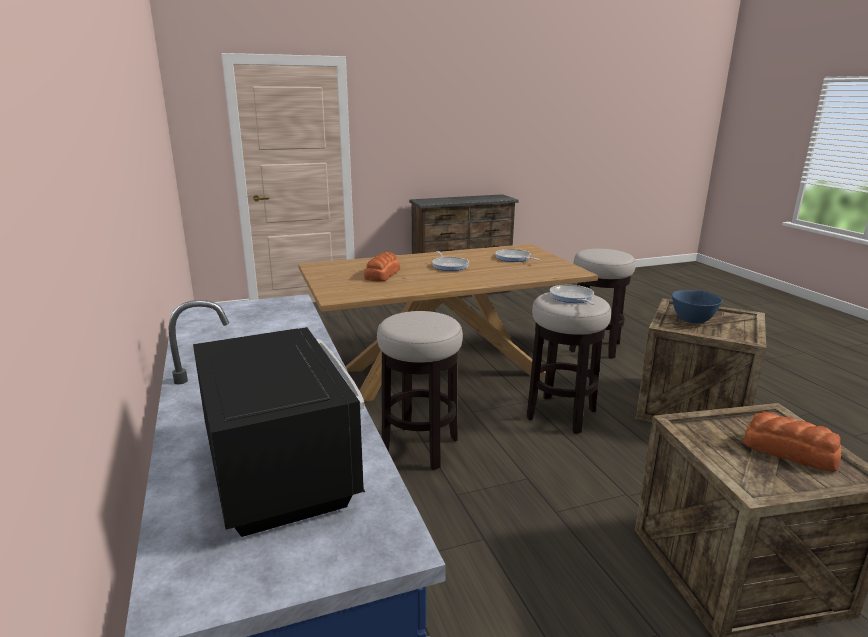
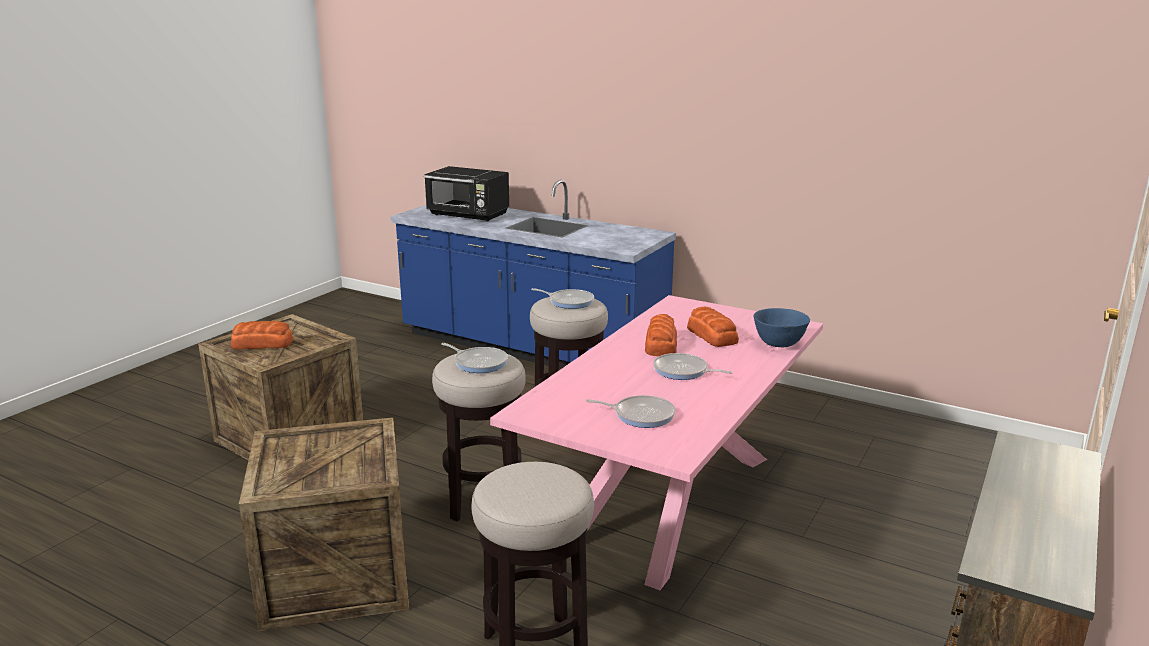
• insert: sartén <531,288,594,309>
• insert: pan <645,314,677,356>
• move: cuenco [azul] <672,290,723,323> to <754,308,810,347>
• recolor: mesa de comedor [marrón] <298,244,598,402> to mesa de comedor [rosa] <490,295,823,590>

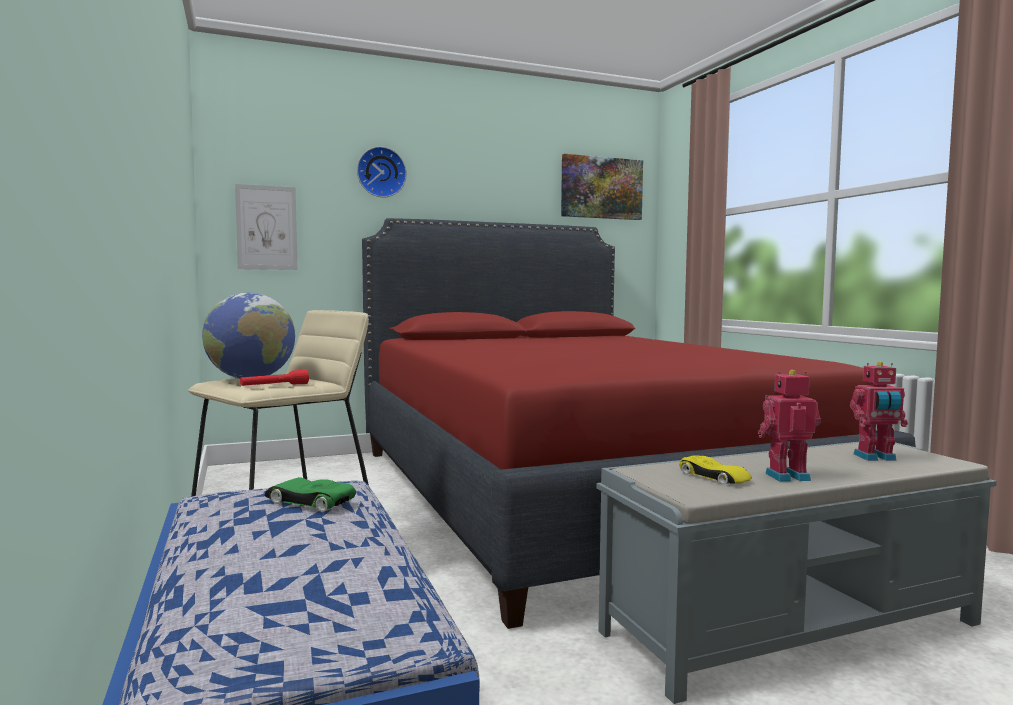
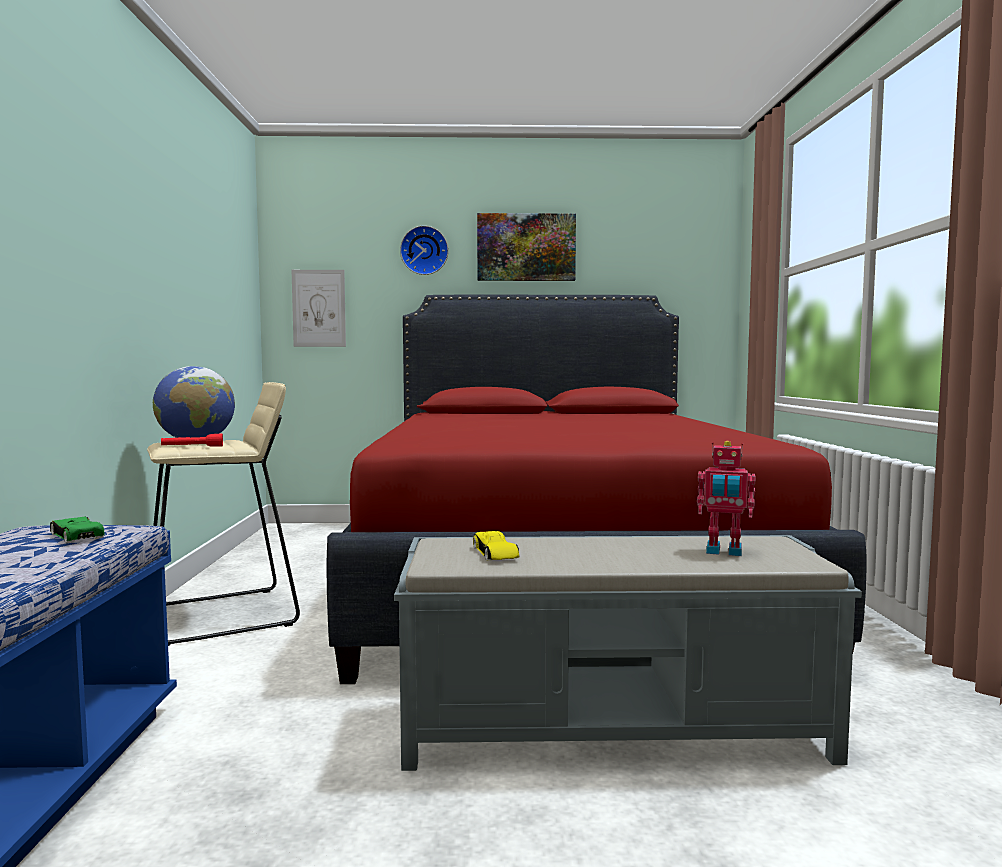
• delete: robot de juguete <758,370,821,482>
• move: cuadro <561,154,643,220> to <477,213,576,281>

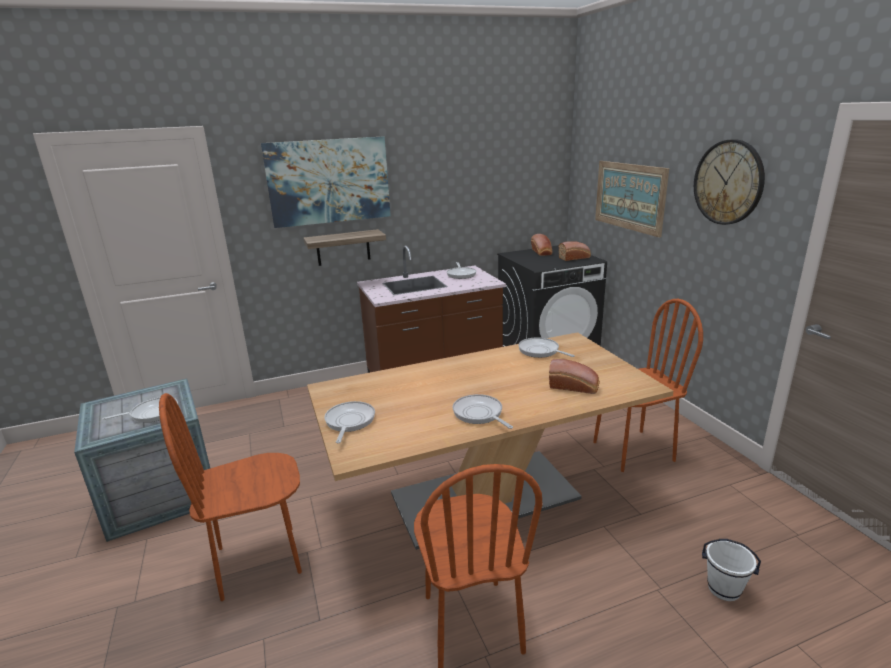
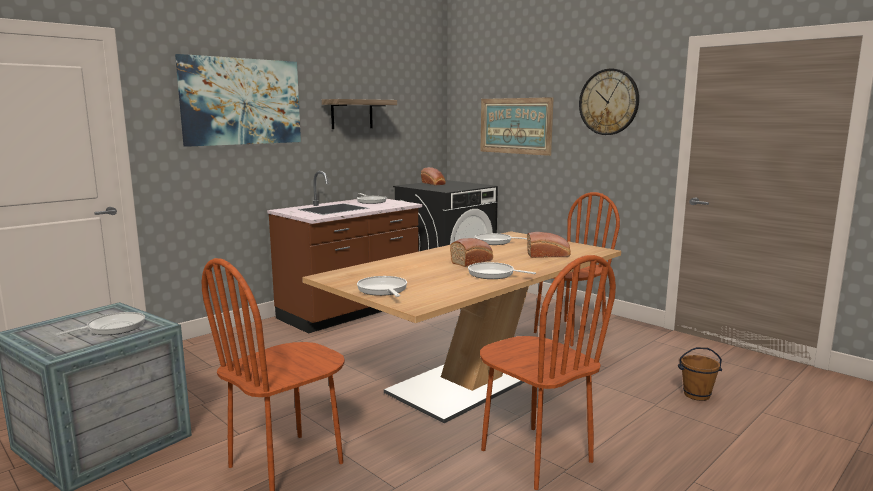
• move: estante <303,229,386,266> to <322,99,397,129>
• move: pan <559,241,591,261> to <450,238,493,267>
• recolor: cubo [blanco] <702,539,761,601> to cubo [marrón] <678,347,722,401>

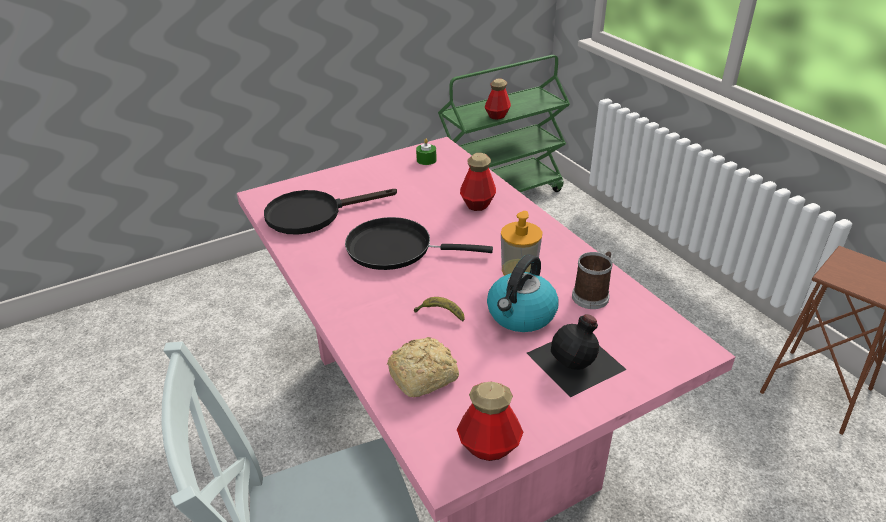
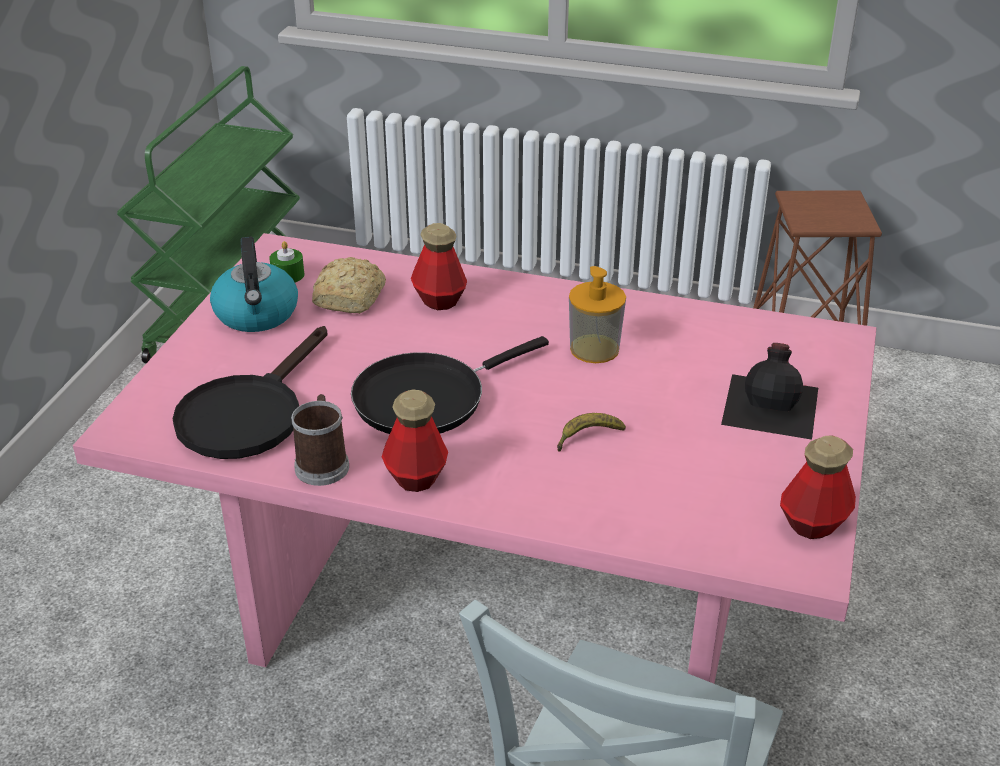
• move: pan <387,337,459,397> to <312,257,386,314>
• move: botella <485,78,511,120> to <382,389,448,492>
• move: hervidor <487,254,559,332> to <210,237,298,332>
• move: taza grande <572,251,613,309> to <291,394,349,486>

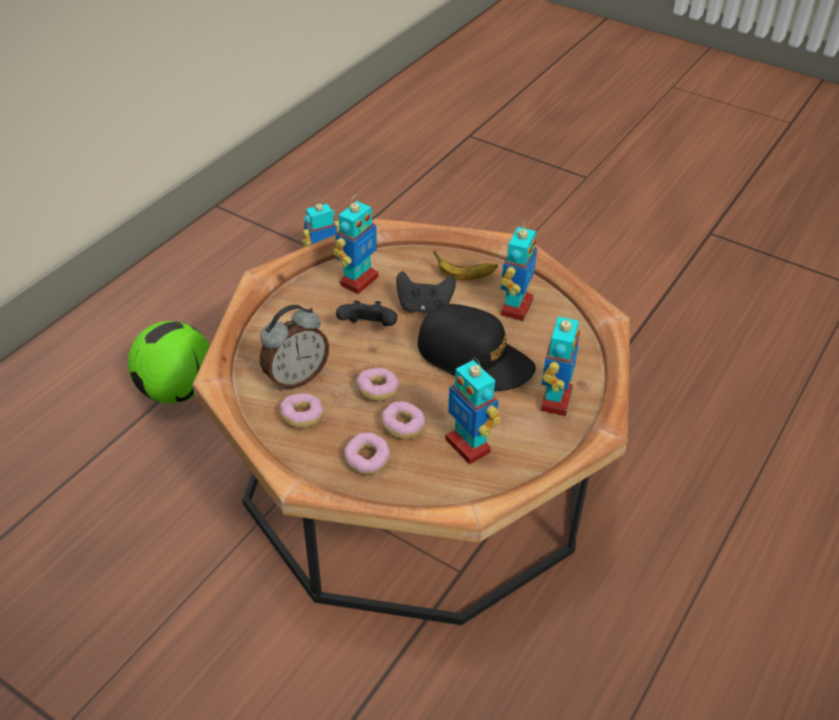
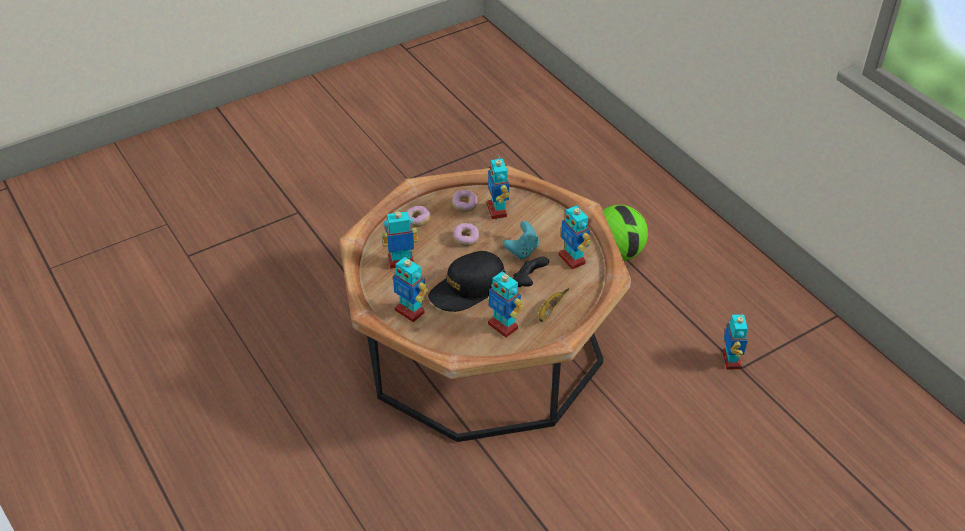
• delete: rosquilla <381,401,425,439>
• replace: despertador <260,305,329,391> to robot de juguete <487,157,510,219>
• recolor: mando de consola [negro] <336,301,397,326> to mando de consola [turquesa] <503,221,539,260>

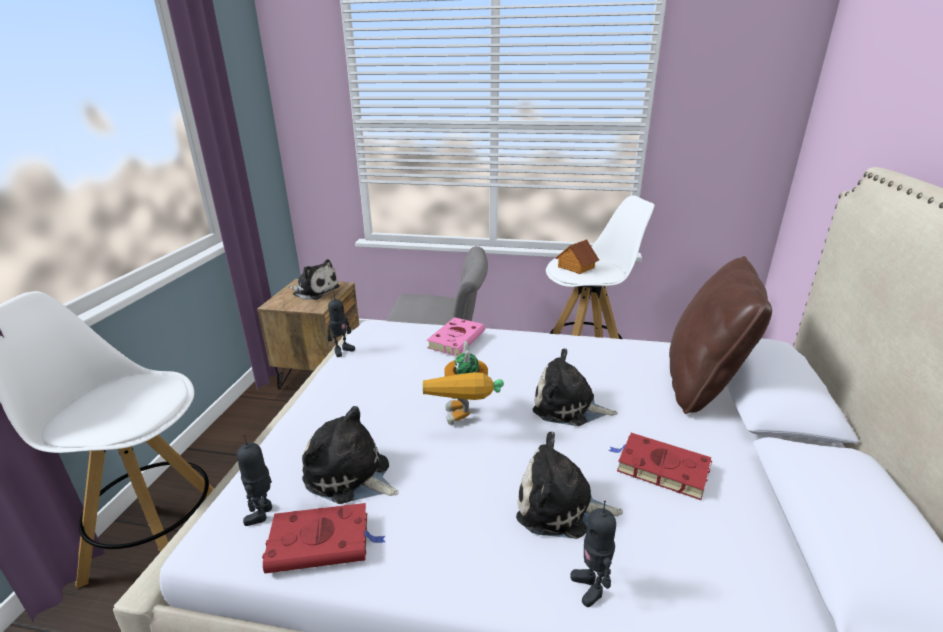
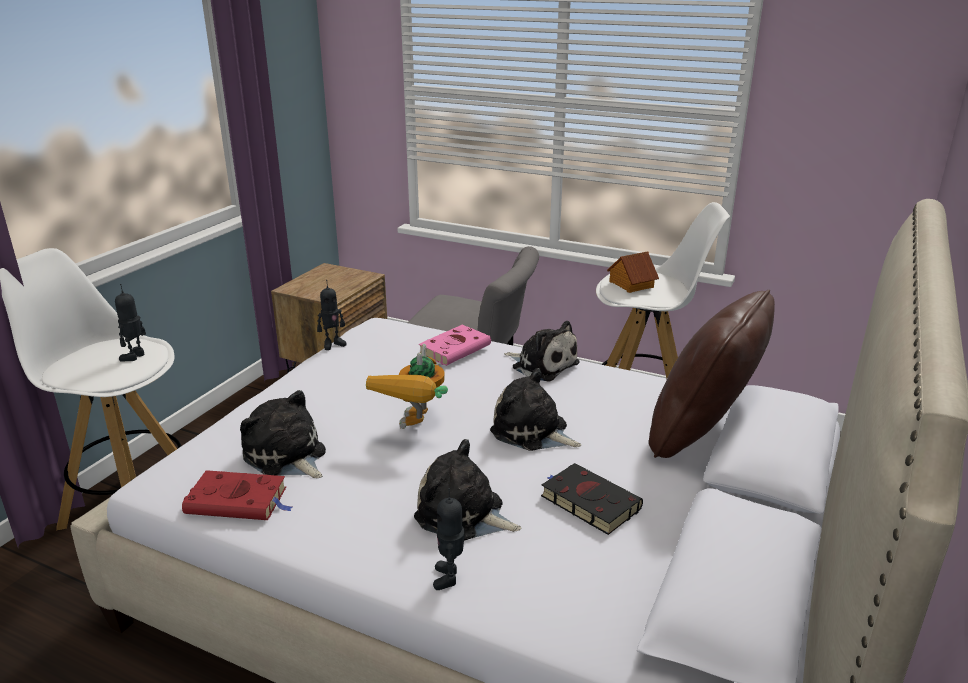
• move: robot de juguete <237,434,272,526> to <115,284,146,361>
• move: peluche <288,259,340,300> to <504,321,580,382>
• recolor: libro [rojo] <608,433,712,500> to libro [negro] <541,463,643,535>

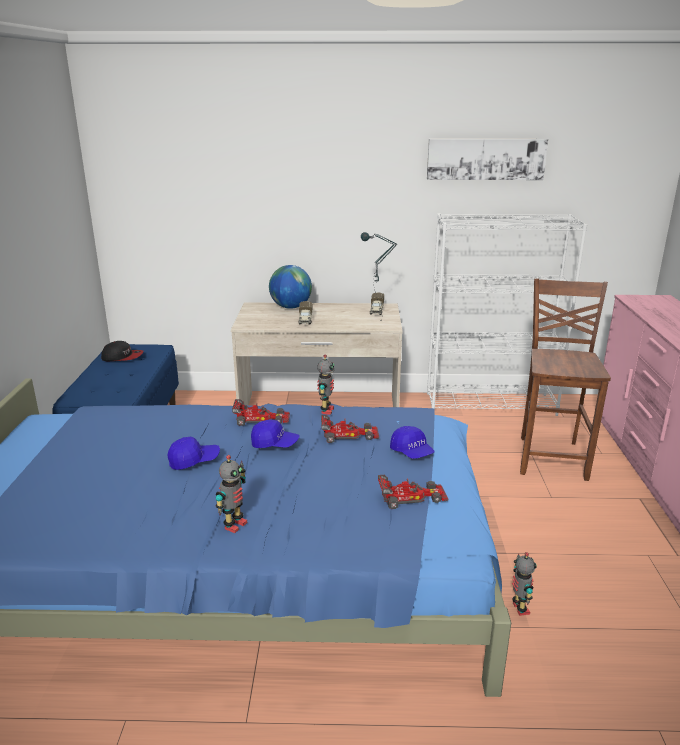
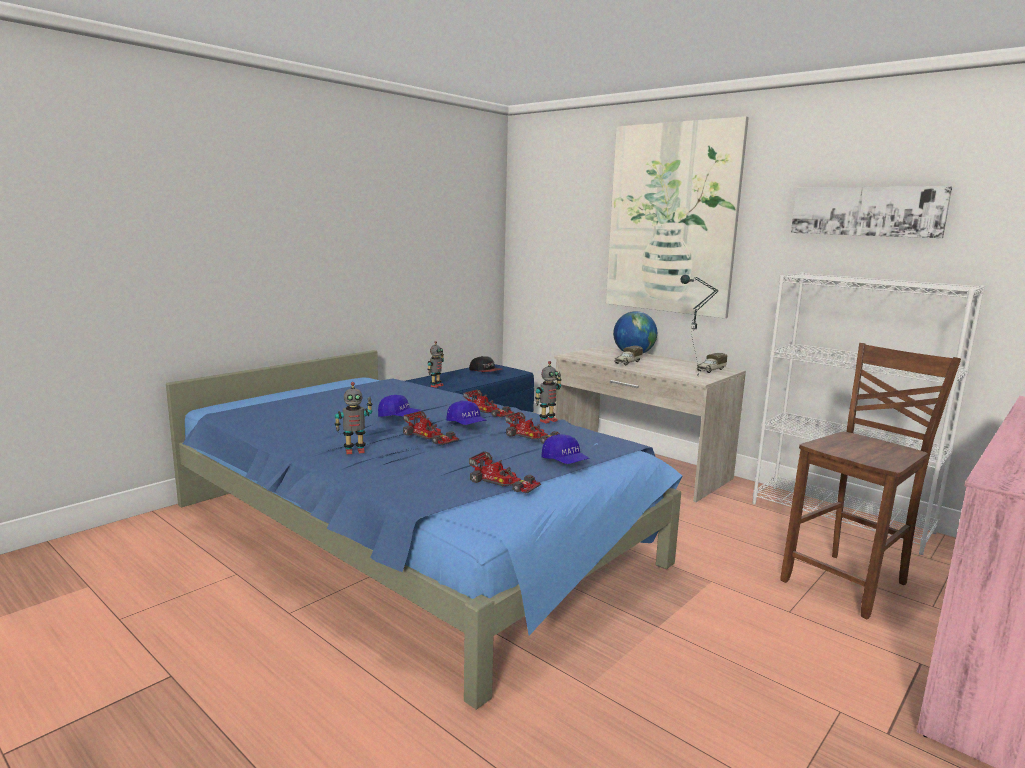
• insert: coche de juguete <403,411,459,445>
• insert: cuadro <606,116,749,318>
• move: robot de juguete <512,552,537,616> to <427,341,444,388>
• rotate: gorra [azul] <390,426,434,459> = <542,434,590,464> 45 degrees counterclockwise

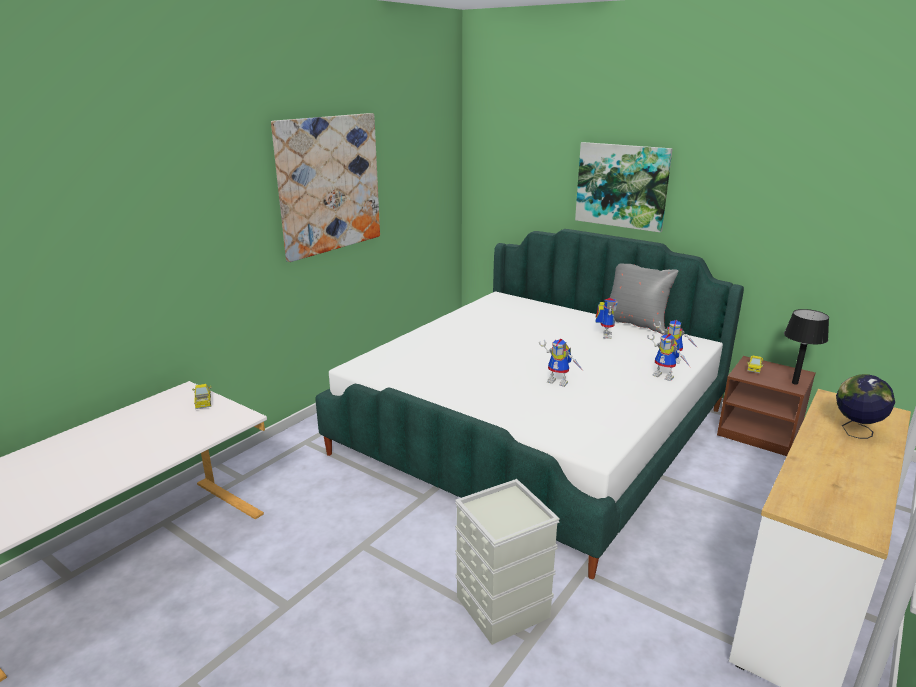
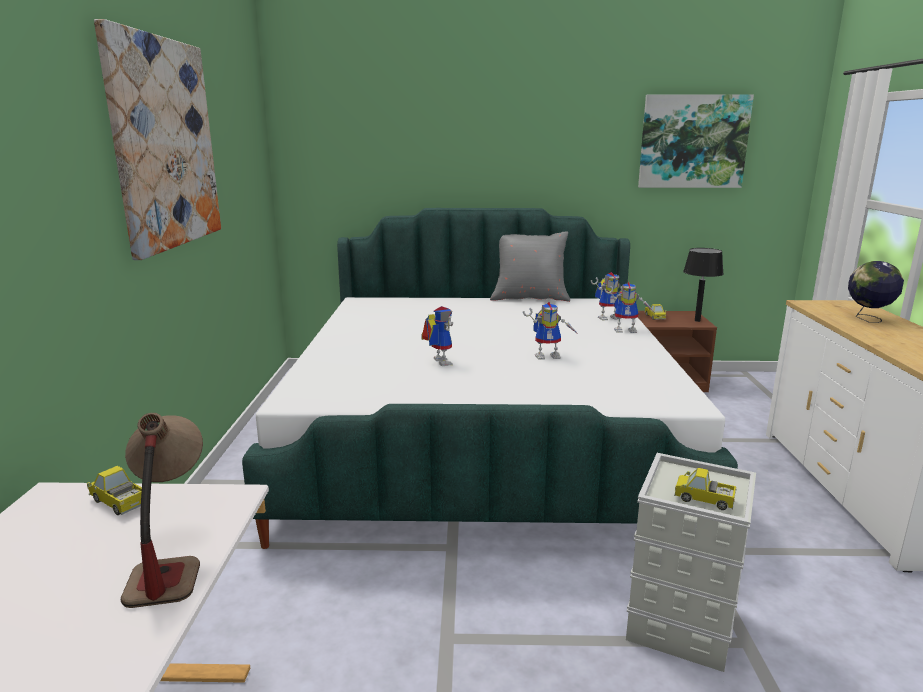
• insert: lámpara de mesa <121,413,203,608>
• insert: camión de juguete <674,468,737,510>
• move: cuadro <575,142,673,232> to <638,94,754,188>
• move: robot de juguete <595,298,618,339> to <421,306,453,366>

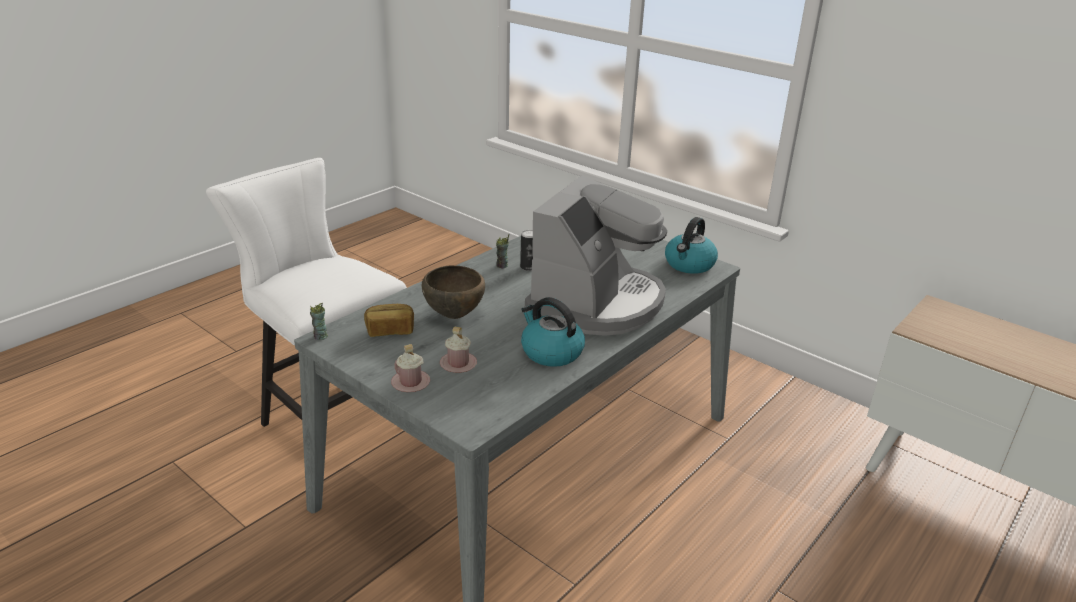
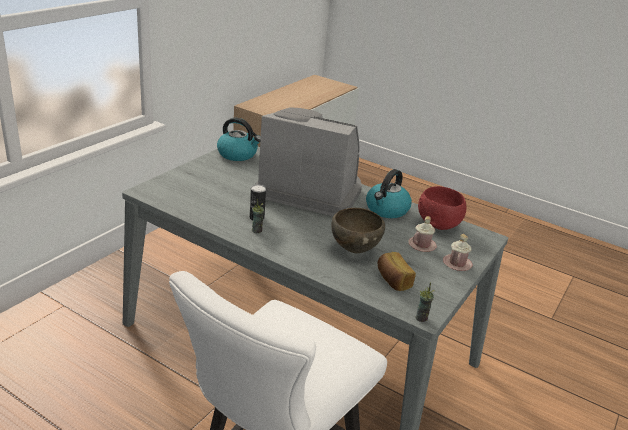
• insert: cuenco [rojo] <418,186,466,230>

